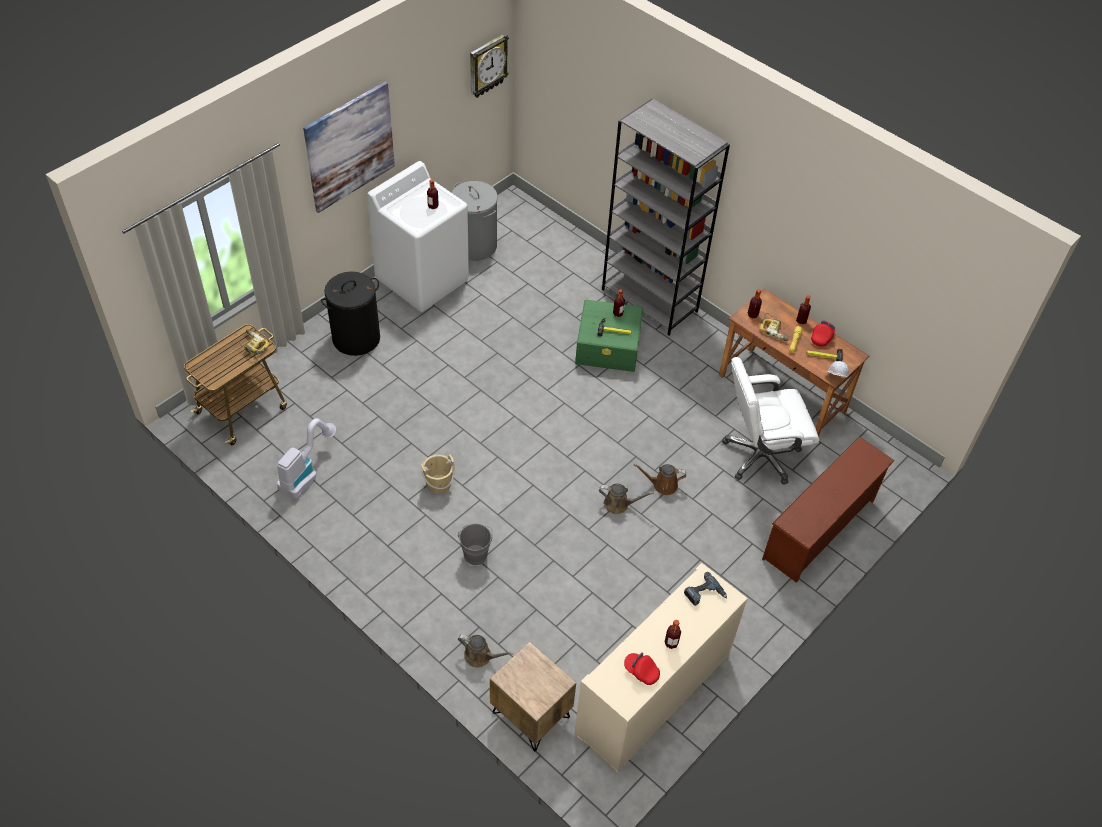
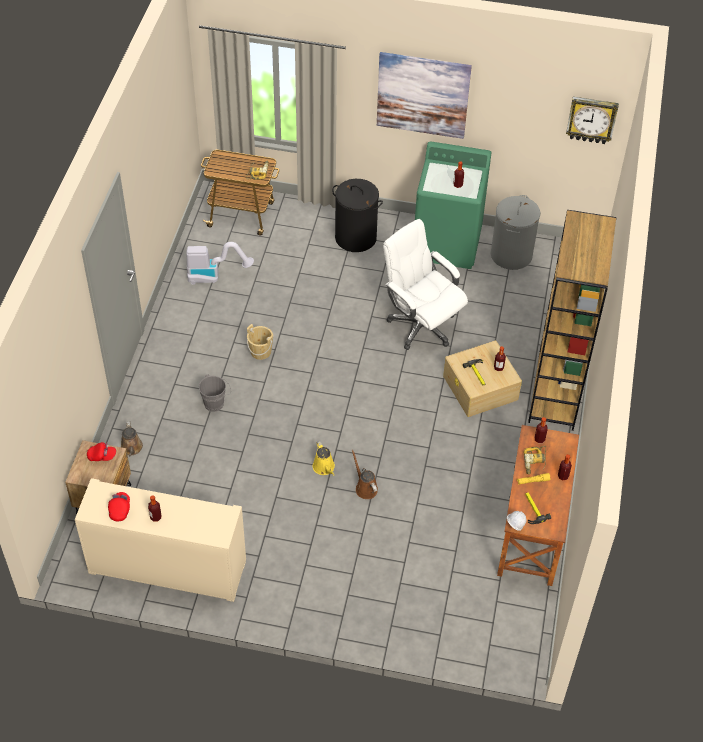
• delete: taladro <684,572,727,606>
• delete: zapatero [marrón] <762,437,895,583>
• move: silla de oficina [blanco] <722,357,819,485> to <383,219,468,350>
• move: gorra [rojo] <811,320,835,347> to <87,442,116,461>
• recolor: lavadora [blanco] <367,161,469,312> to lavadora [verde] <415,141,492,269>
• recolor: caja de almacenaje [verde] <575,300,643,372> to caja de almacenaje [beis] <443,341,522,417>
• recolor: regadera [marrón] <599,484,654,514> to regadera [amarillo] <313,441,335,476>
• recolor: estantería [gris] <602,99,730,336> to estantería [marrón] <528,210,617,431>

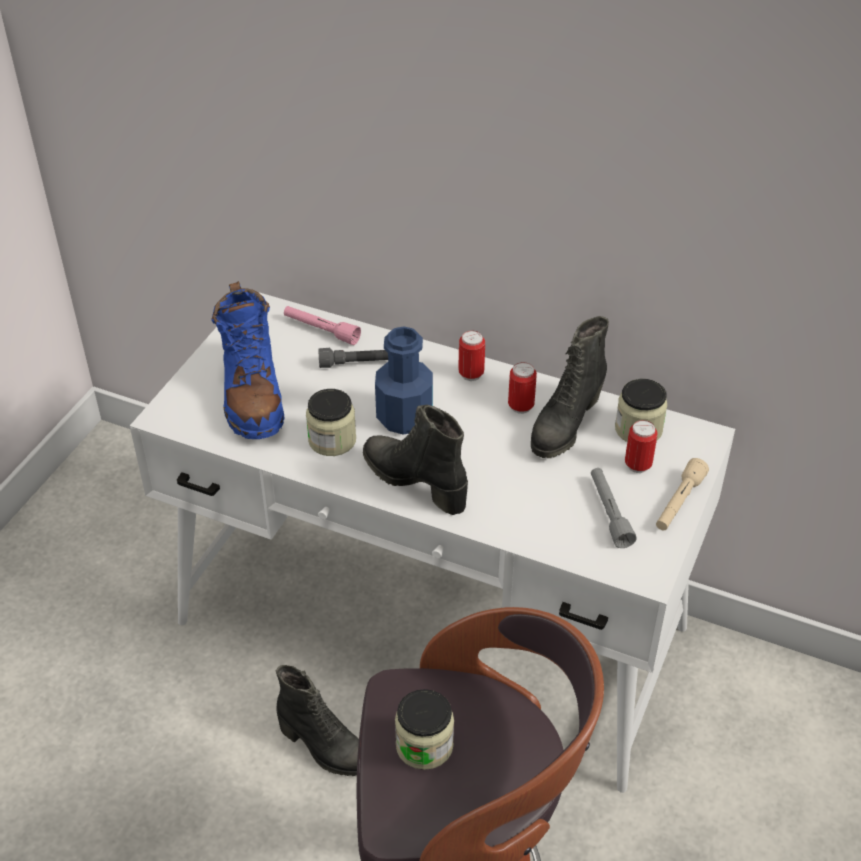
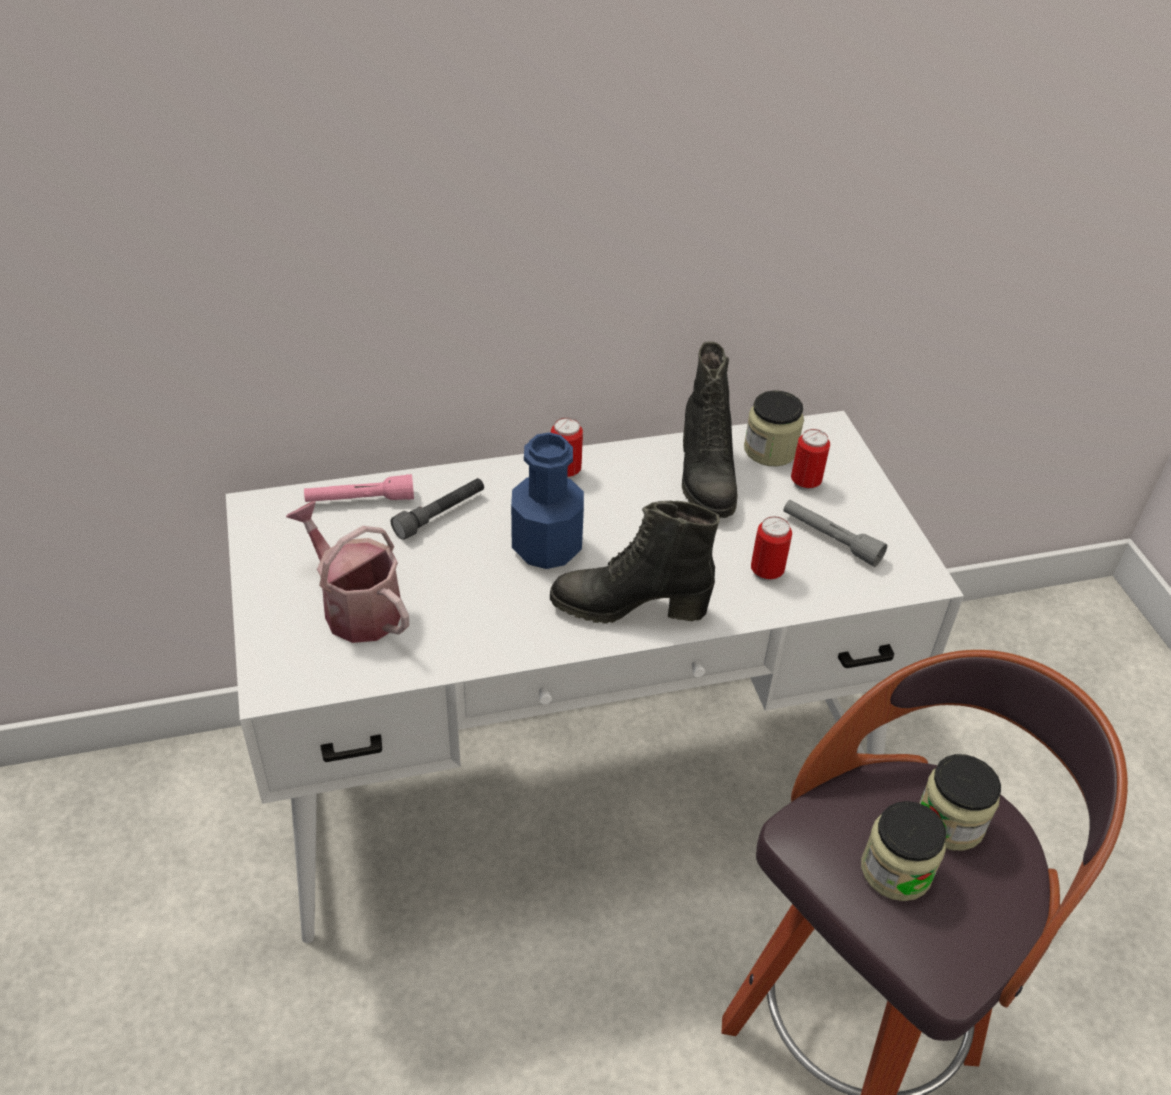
• delete: bota [negro] <276,665,359,776>
• delete: linterna [beis] <656,458,709,530>
• move: tarro <306,389,356,456> to <919,754,1001,851>
• move: lata <508,362,537,414> to <751,517,792,582>
• replace: bota [azul] <211,281,284,439> to regadera <286,501,409,643>

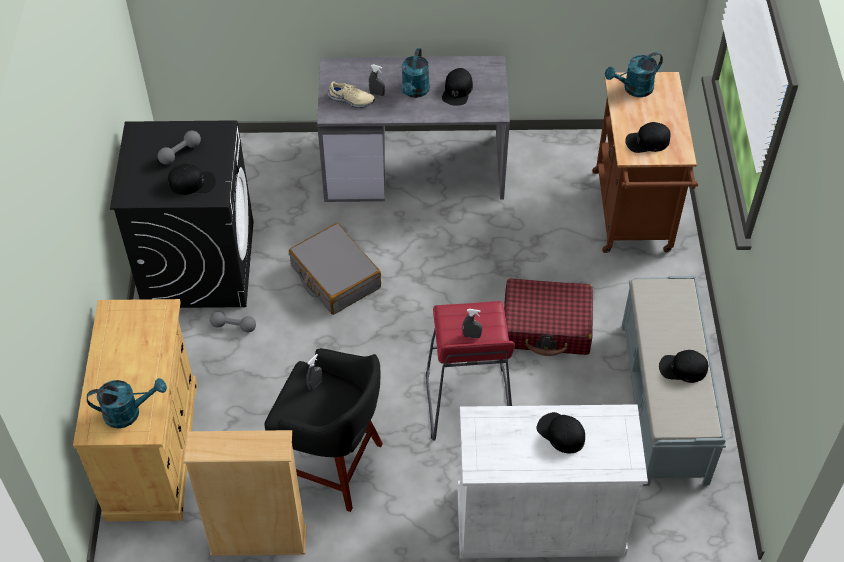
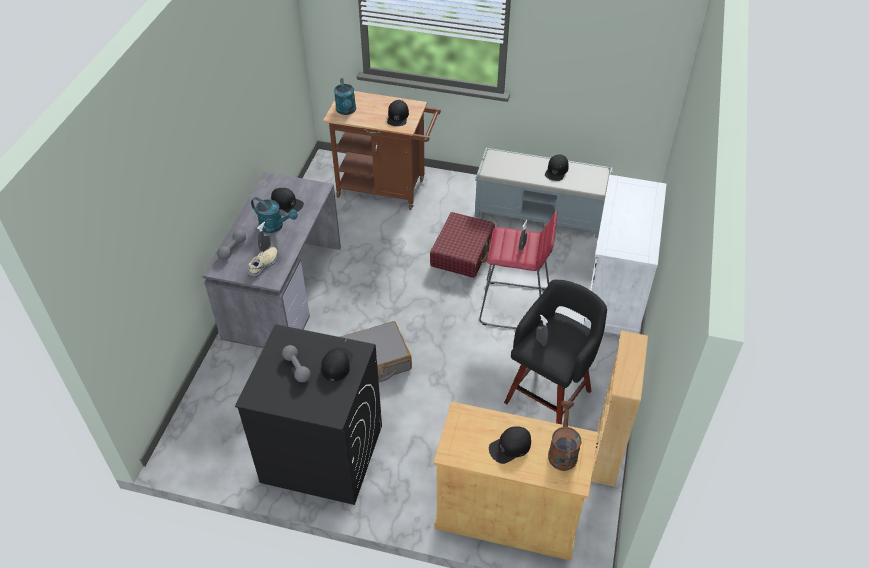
• move: mancuerna [gris] <210,311,256,333> to <217,230,246,260>
• move: gorra [negro] <536,412,585,454> to <489,426,531,464>
• recolor: regadera [turquesa] <87,378,167,428> to regadera [marrón] <548,401,581,471>

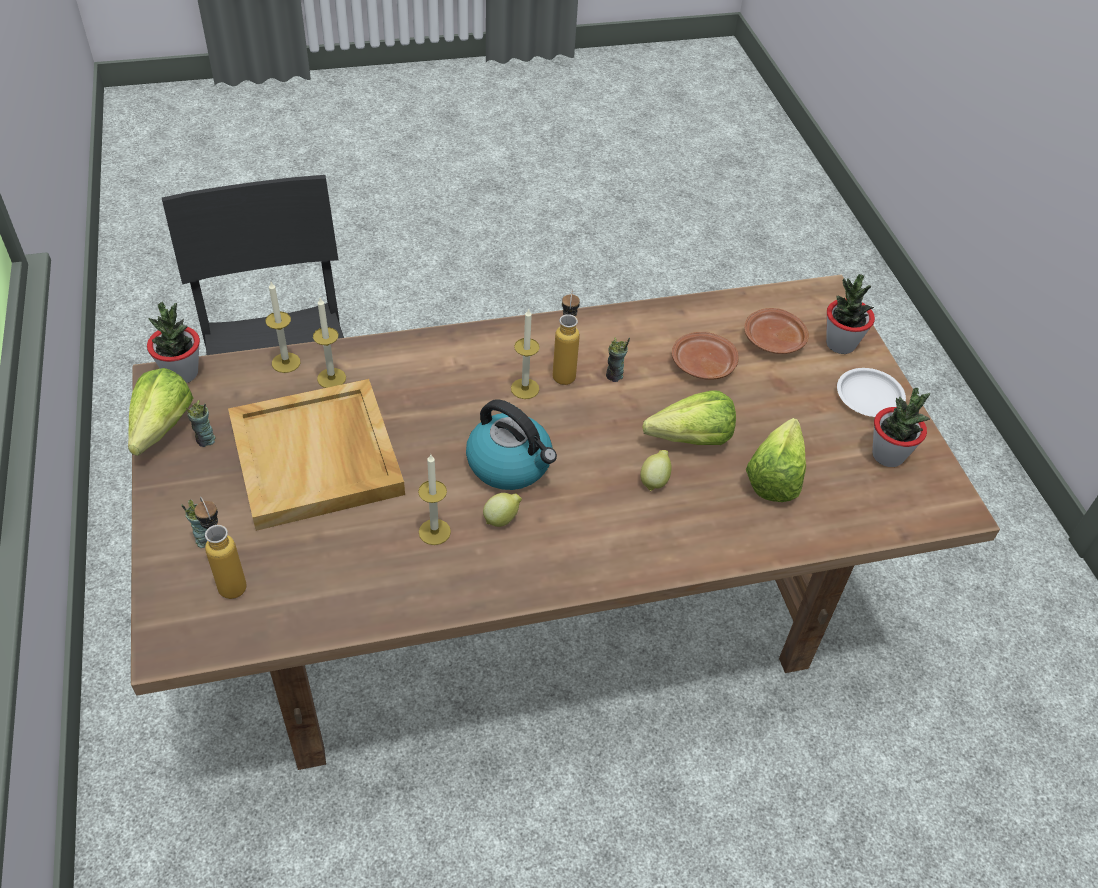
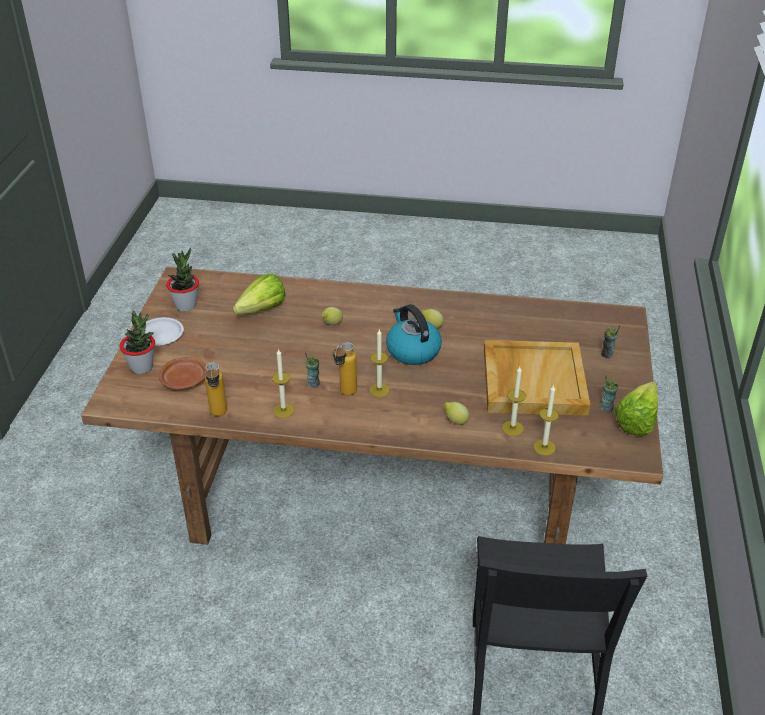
• delete: planta en maceta <147,302,200,383>
• delete: lechuga <642,390,736,445>
• delete: plato [marrón] <672,332,739,380>
• insert: limón <444,402,469,425>
• move: botella <194,497,247,599> to <205,362,227,416>
• move: vela <418,454,451,545> to <272,349,294,418>

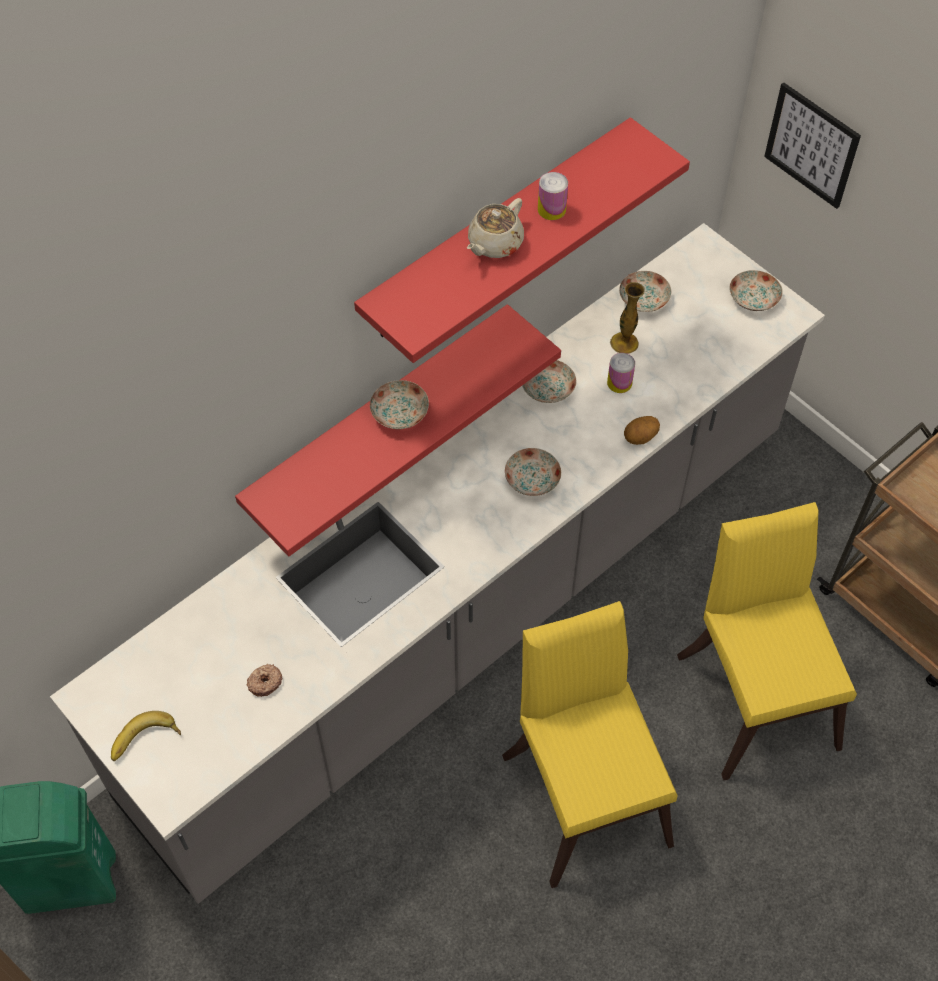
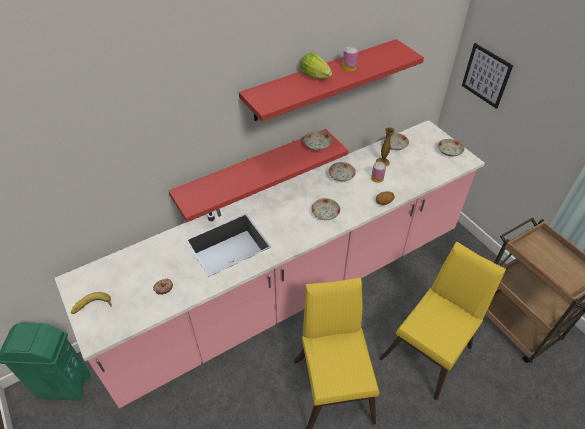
• move: plato <370,380,429,429> to <303,131,332,150>
• replace: tetera [beis] <467,198,524,258> to lechuga <300,52,332,79>
• recolor: mueble bajo de cocina [gris] <50,223,825,904> to mueble bajo de cocina [rosa] <55,120,485,408>
• rotate: silla [amarillo] <677,502,857,780> = <379,242,506,400> 45 degrees clockwise

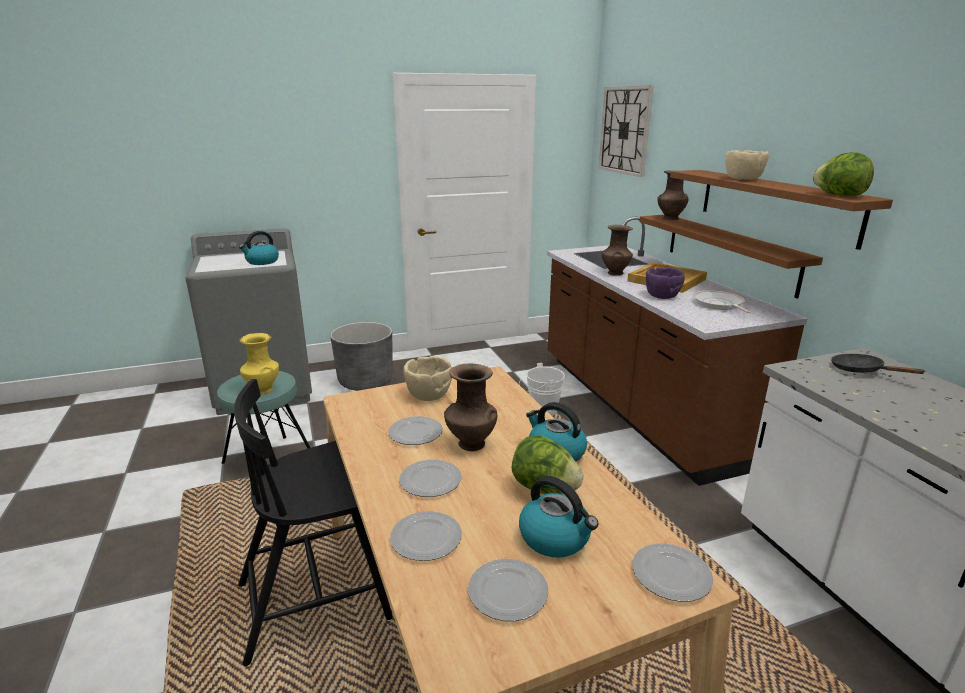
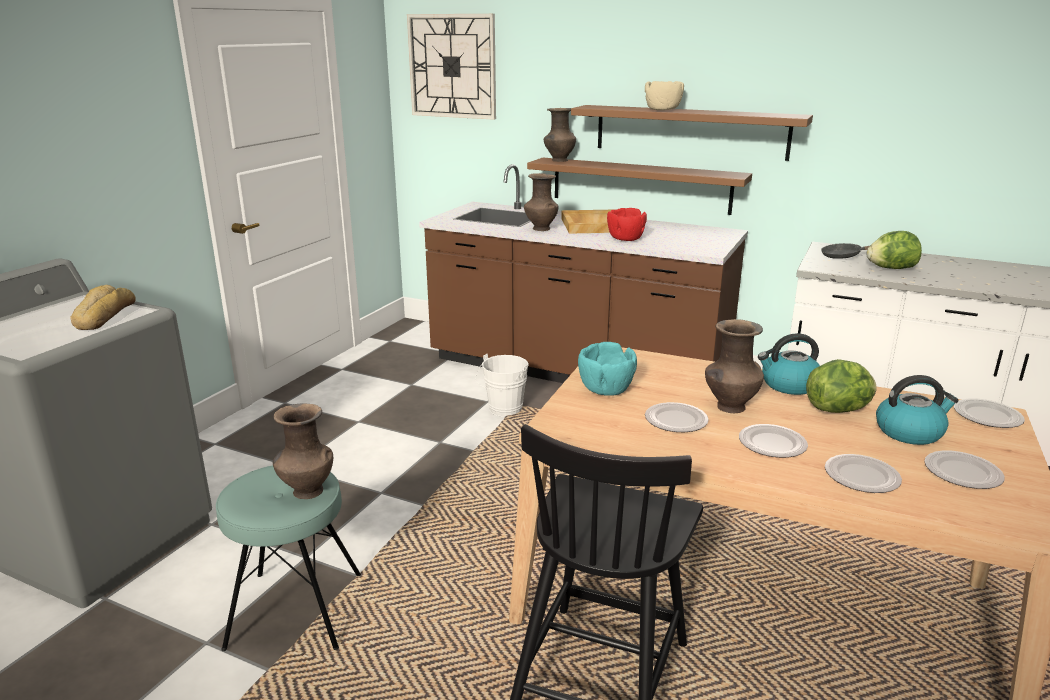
• delete: maceta [gris] <330,322,393,391>
• delete: sartén <693,290,751,313>
• move: lechuga <813,152,874,196> to <867,231,922,269>
• replace: hervidor <239,231,279,265> to pan <70,285,136,330>
• recolor: florero [amarillo] <240,333,279,394> to florero [marrón] <273,403,333,499>
• recolor: cuenco [beis] <403,356,452,401> to cuenco [turquesa] <578,342,637,396>
• recolor: cuenco [morado] <646,267,685,299> to cuenco [rojo] <607,208,647,241>

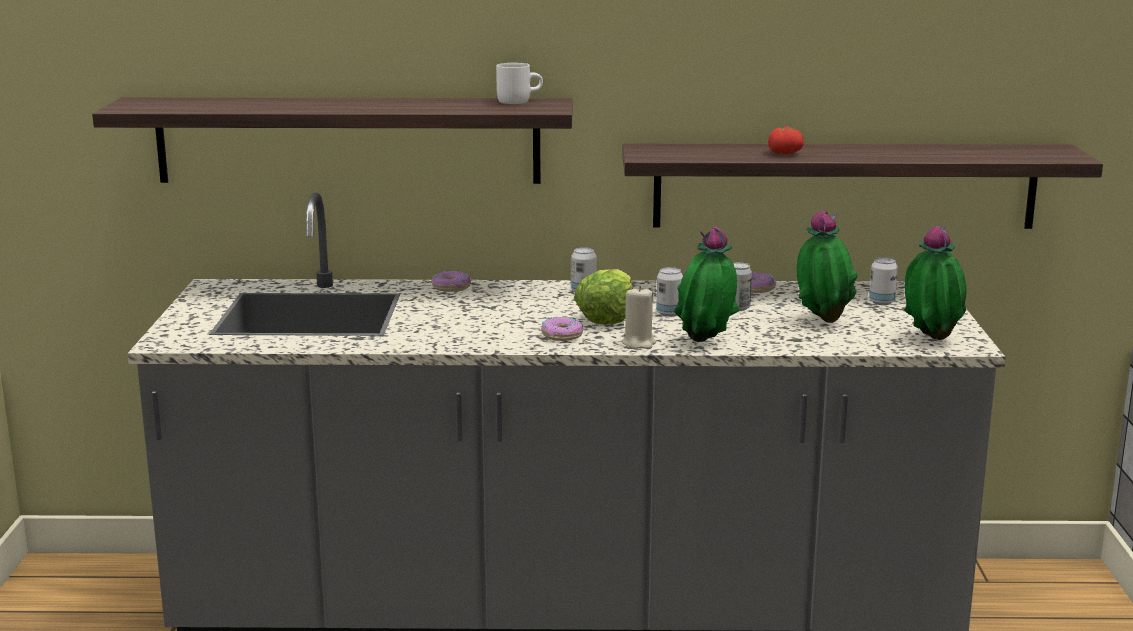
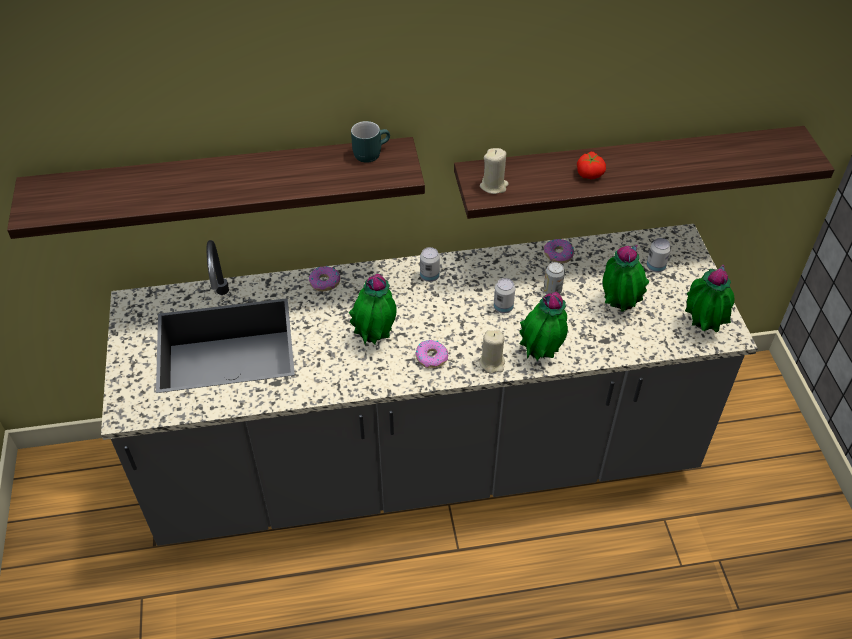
• delete: lechuga <574,269,633,325>
• insert: planta en maceta <349,273,396,345>
• insert: vela [beis] <480,148,508,194>
• recolor: taza grande [blanco] <496,63,543,104> to taza grande [turquesa] <351,121,390,163>

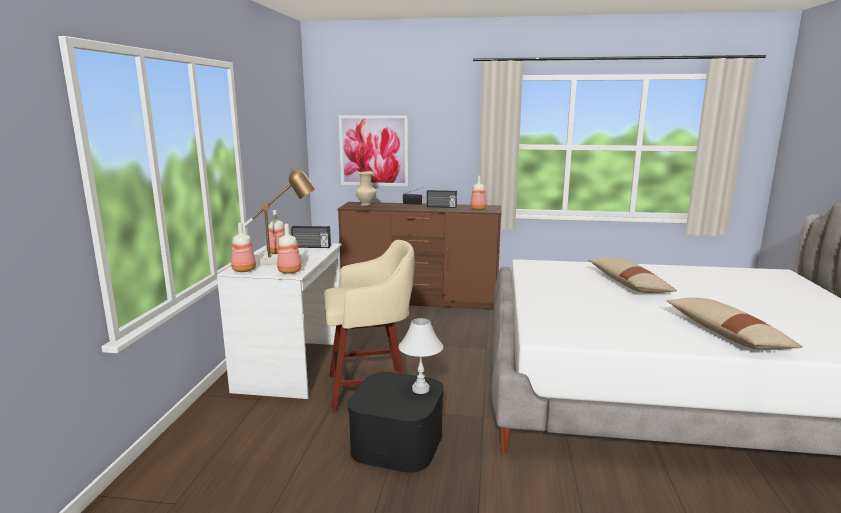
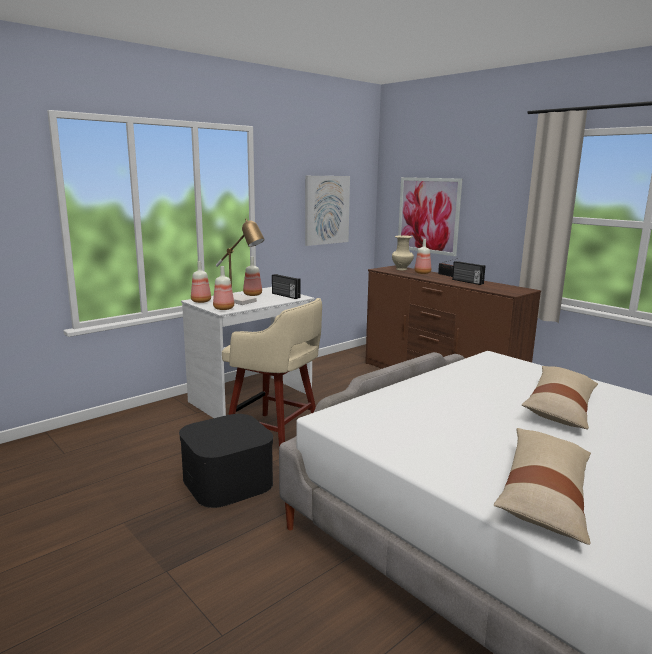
• delete: lámpara de mesa [blanco] <398,318,443,394>
• insert: cuadro <305,176,350,246>
• move: botella <470,176,487,210> to <414,239,431,274>

